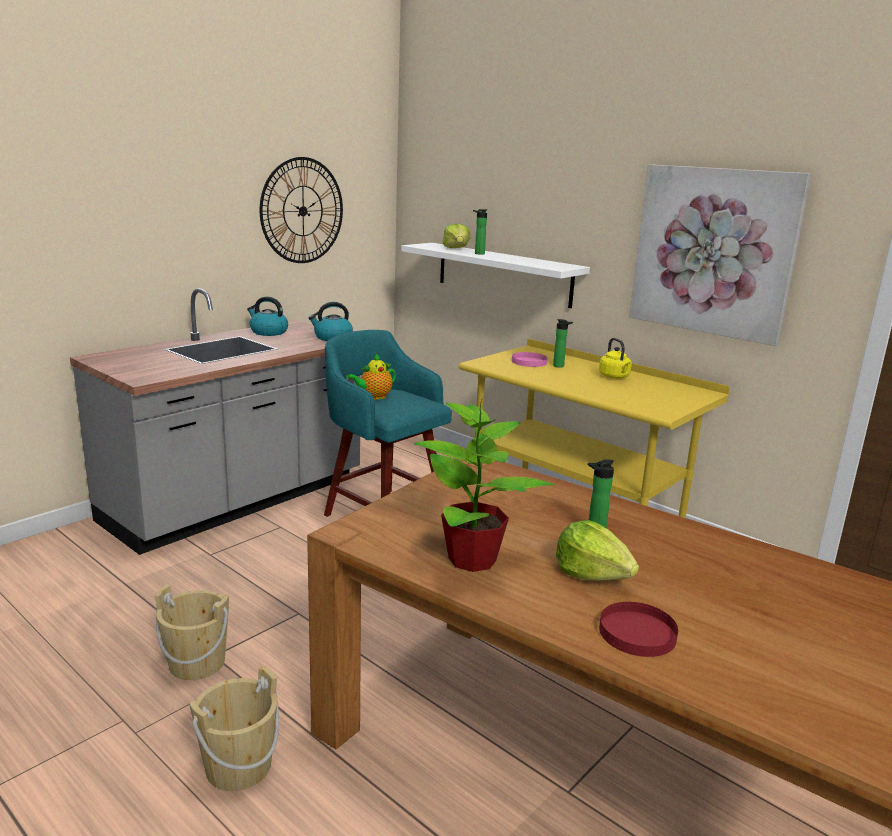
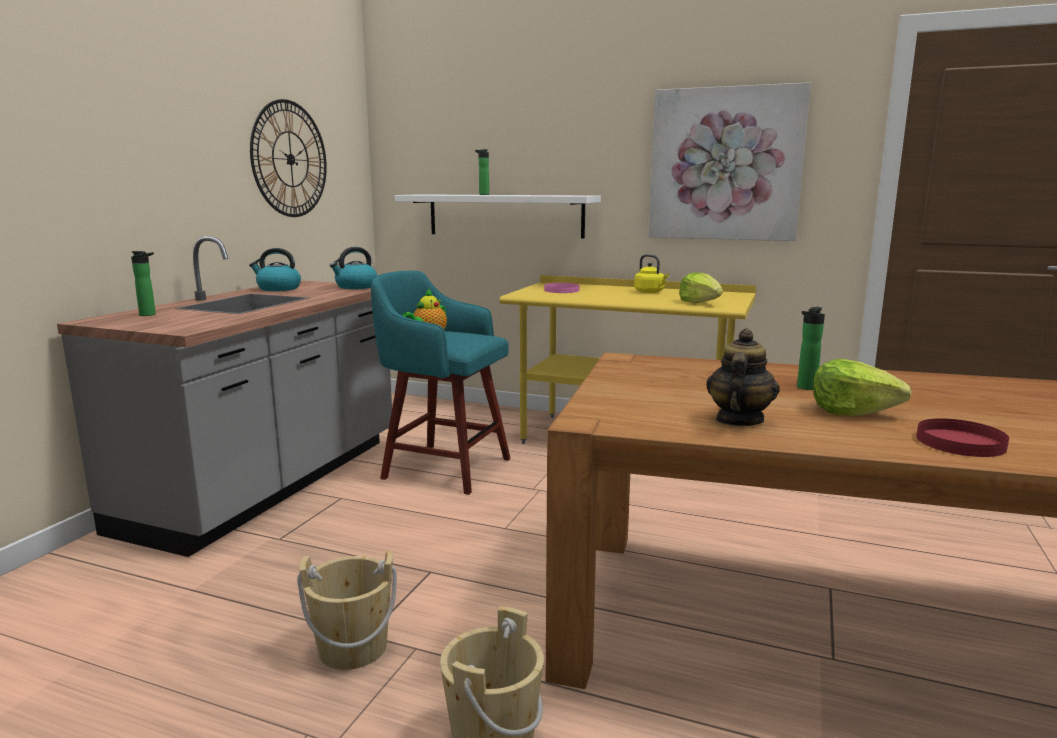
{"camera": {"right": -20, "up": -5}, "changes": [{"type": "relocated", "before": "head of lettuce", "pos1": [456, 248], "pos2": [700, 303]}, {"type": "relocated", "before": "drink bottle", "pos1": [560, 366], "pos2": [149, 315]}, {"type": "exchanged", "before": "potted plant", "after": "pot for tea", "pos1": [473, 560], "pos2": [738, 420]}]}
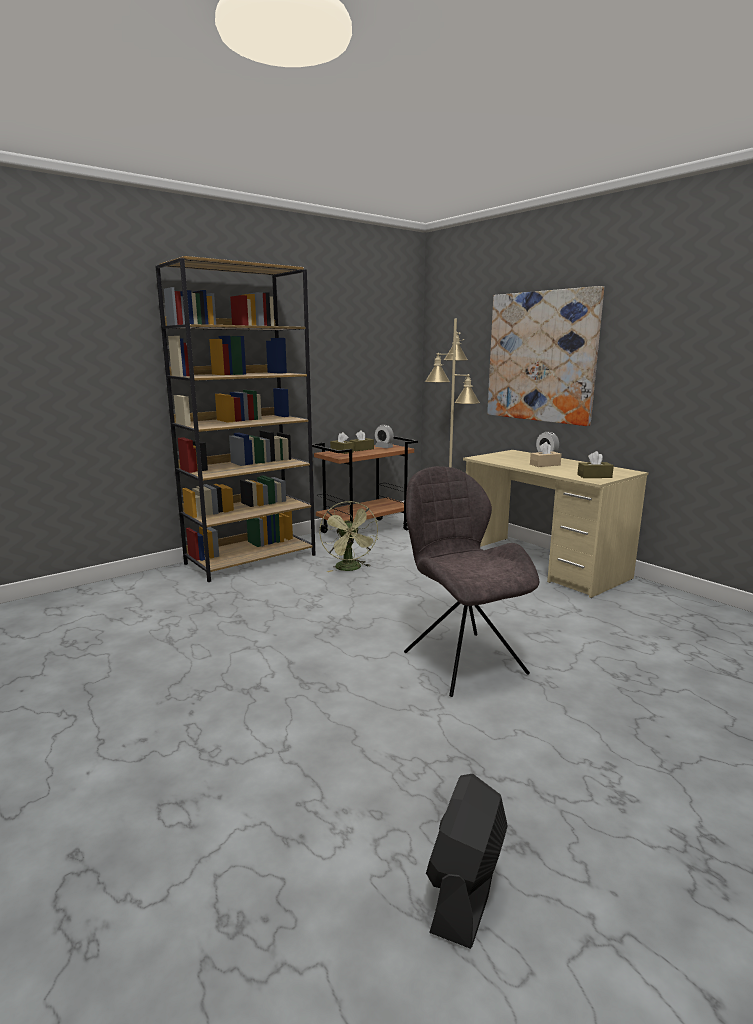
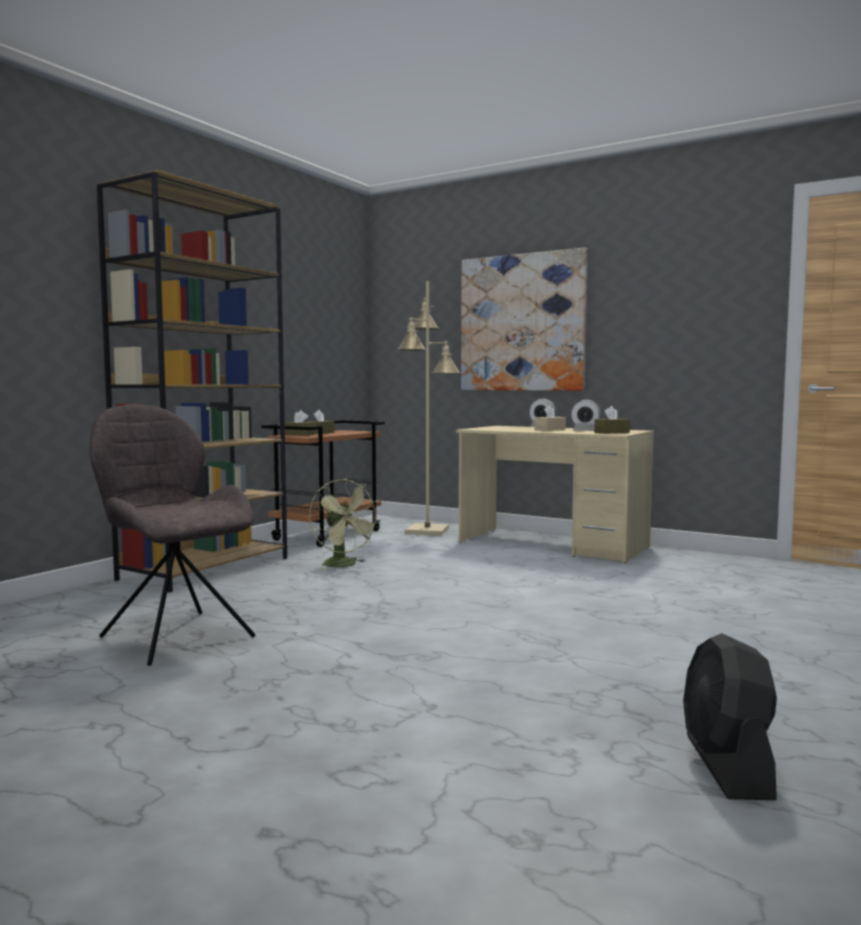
{"camera": {"right": -20, "up": -10}, "changes": [{"type": "relocated", "before": "alarm clock", "pos1": [384, 447], "pos2": [585, 431]}, {"type": "relocated", "before": "grey chair", "pos1": [462, 660], "pos2": [175, 635]}]}
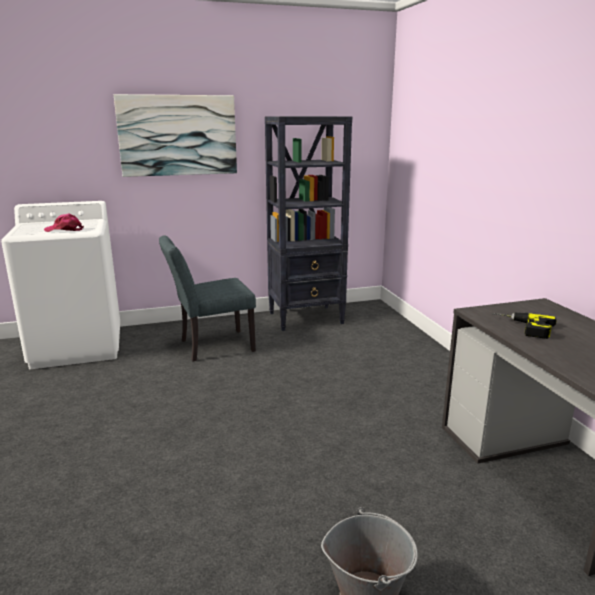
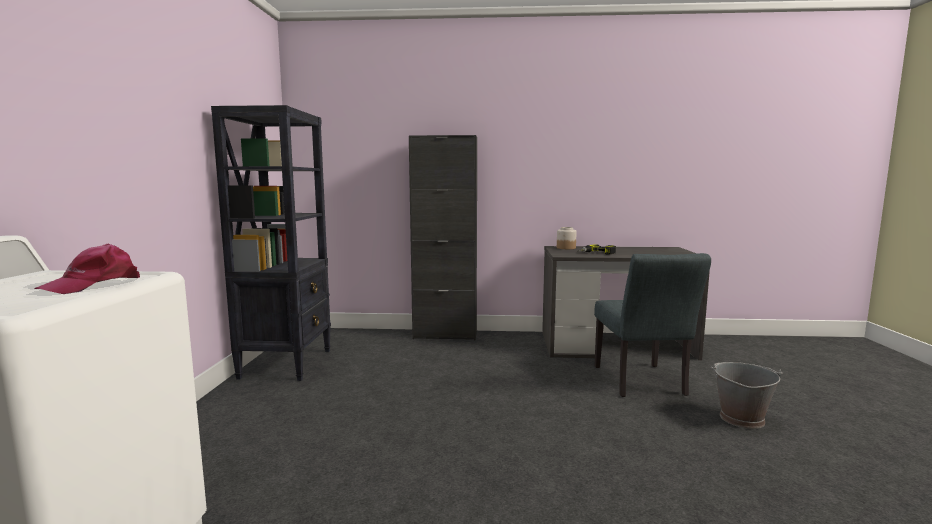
{"camera": {"right": -70, "up": -10}, "changes": [{"type": "missing", "before": "wall art", "pos1": [178, 135]}, {"type": "appeared", "after": "black-coloured cupboard", "pos2": [445, 335]}, {"type": "appeared", "after": "jar", "pos2": [565, 248]}, {"type": "relocated", "before": "grey chair", "pos1": [211, 346], "pos2": [641, 383]}]}
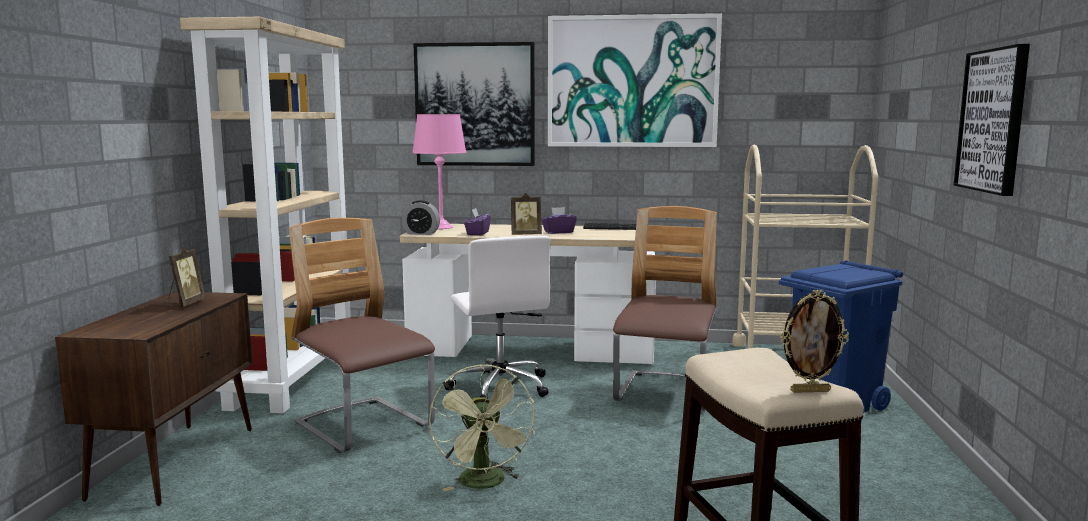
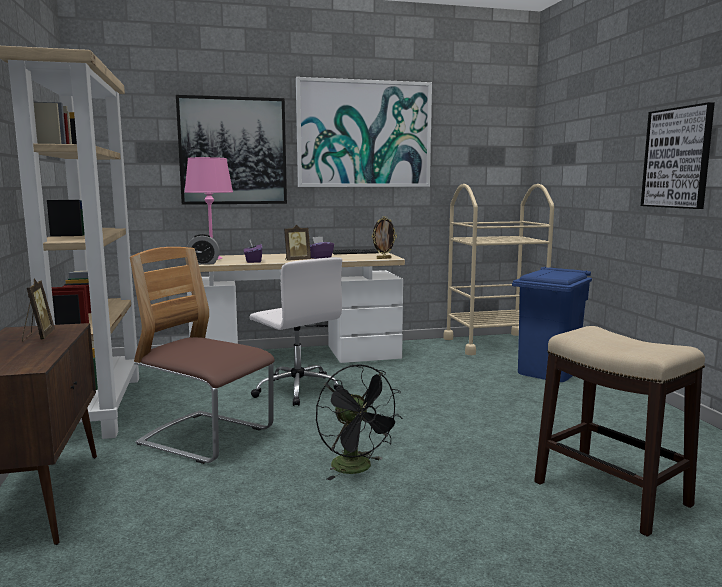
{"camera": {"right": -20, "up": 0}, "changes": [{"type": "missing", "before": "chair", "pos1": [665, 393]}, {"type": "relocated", "before": "standing frame", "pos1": [810, 391], "pos2": [383, 258]}, {"type": "colour", "before": "green-coloured fan", "after": "black-coloured fan", "pos1": [485, 484], "pos2": [357, 469]}]}
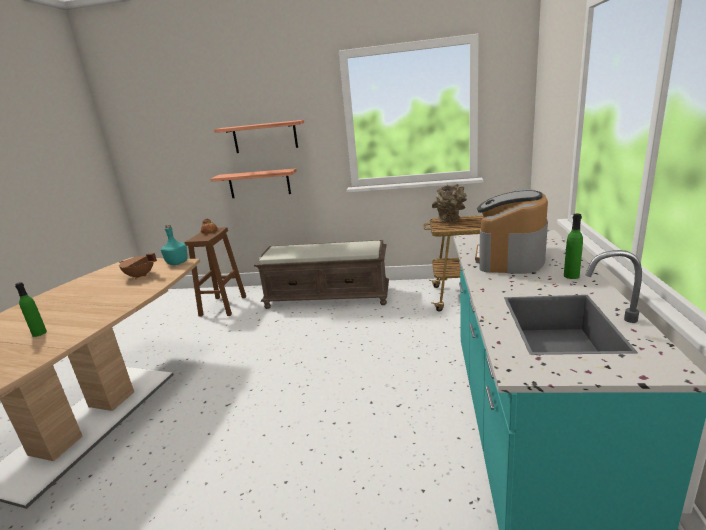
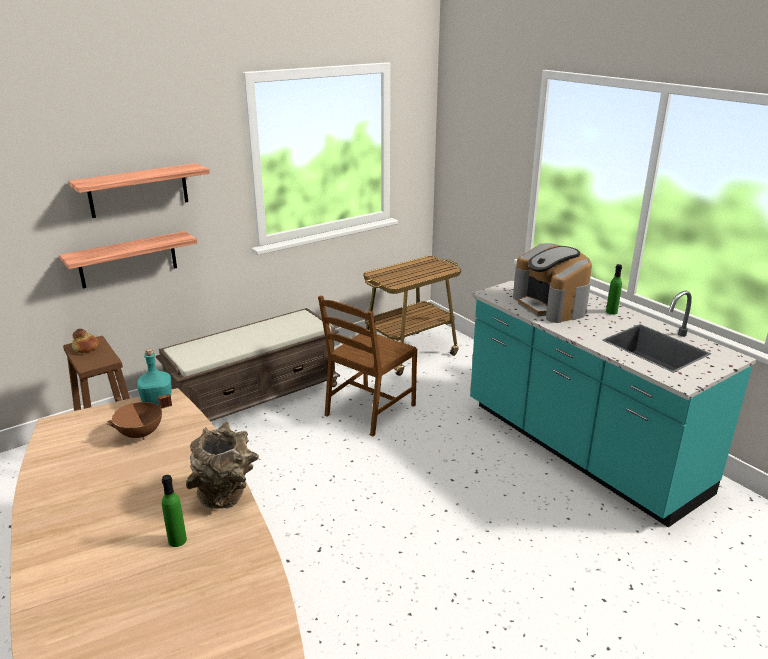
{"camera": {"right": -45, "up": 5}, "changes": [{"type": "appeared", "after": "brownish chair", "pos2": [369, 410]}, {"type": "relocated", "before": "brownish decorative vase", "pos1": [450, 220], "pos2": [226, 497]}]}
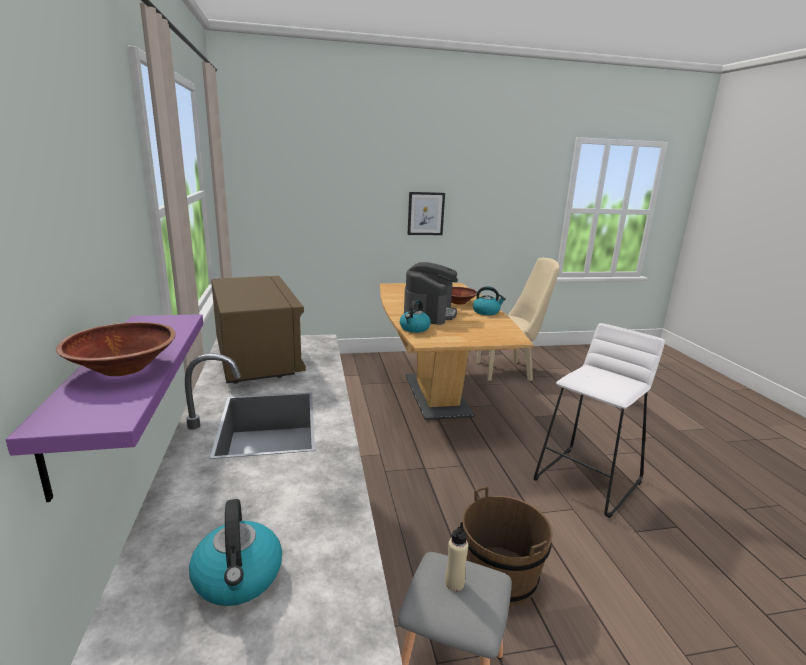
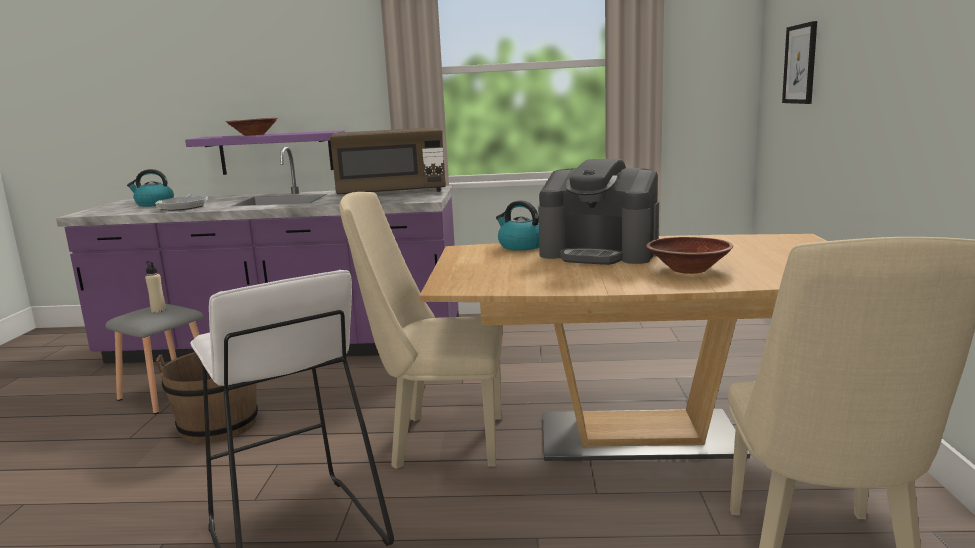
{"camera": {"right": 105, "up": -5}, "changes": [{"type": "missing", "before": "kettle", "pos1": [486, 312]}, {"type": "appeared", "after": "skillet", "pos2": [183, 206]}, {"type": "appeared", "after": "beige-coloured chair", "pos2": [438, 440]}, {"type": "relocated", "before": "wall art", "pos1": [425, 213], "pos2": [800, 64]}]}
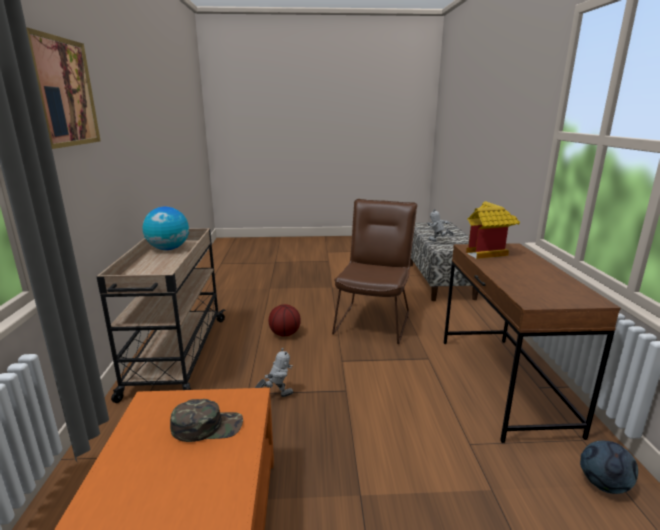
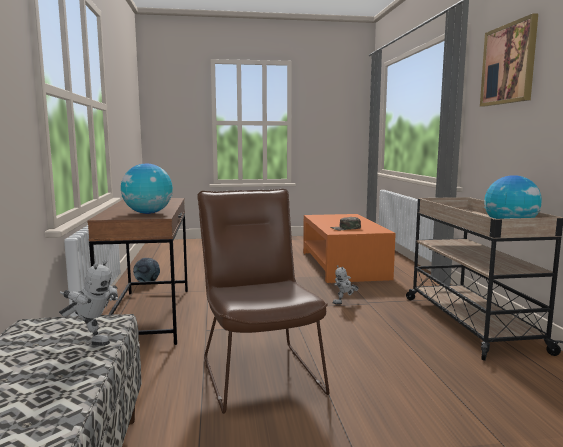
{"camera": {"right": 175, "up": -10}, "changes": [{"type": "missing", "before": "basketball ball", "pos1": [285, 334]}, {"type": "exchanged", "before": "model house", "after": "world globe", "pos1": [487, 253], "pos2": [148, 213]}, {"type": "spun", "before": "brownish chair", "pos1": [374, 320], "pos2": [259, 371], "turn": 150}]}
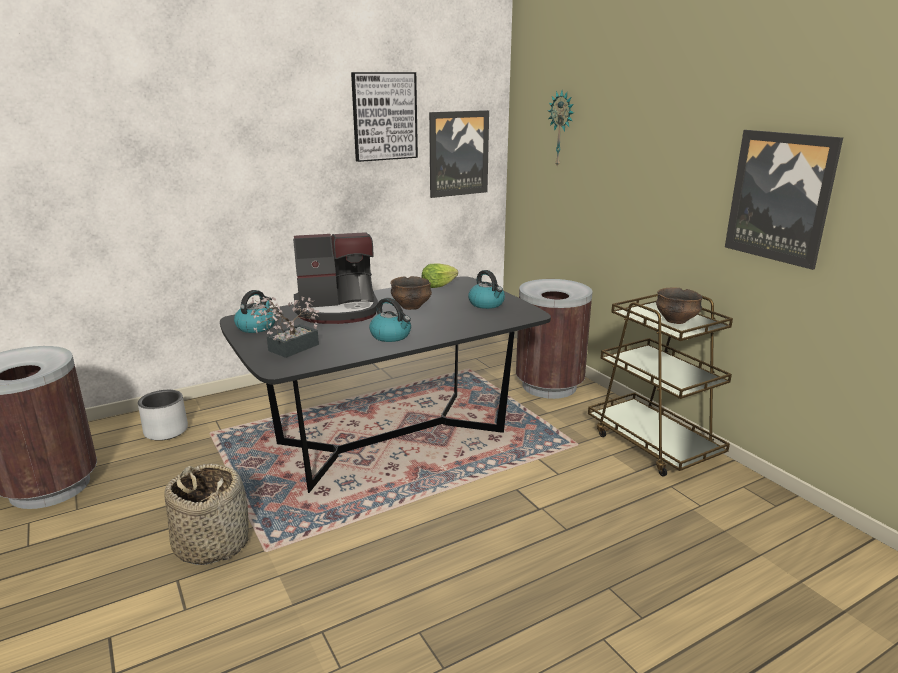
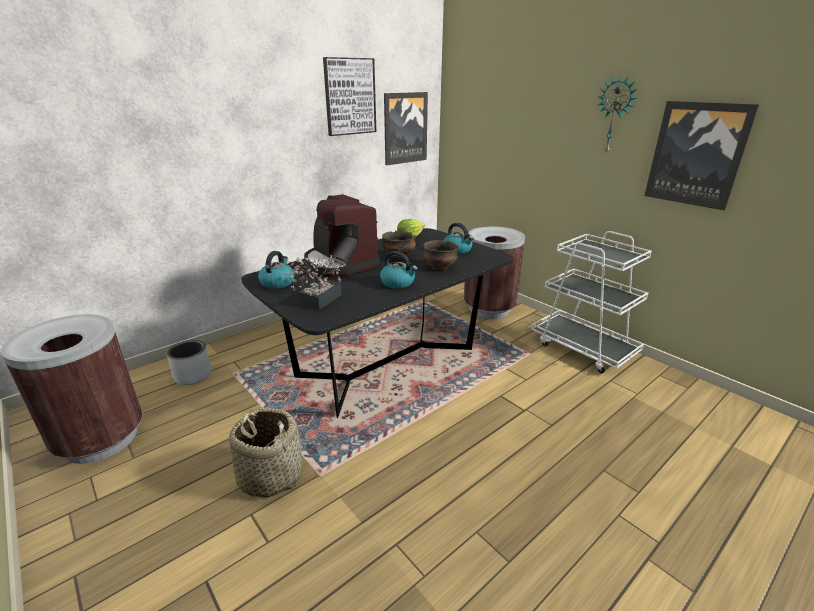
{"camera": {"right": -10, "up": 5}, "changes": [{"type": "relocated", "before": "wall clock", "pos1": [562, 129], "pos2": [614, 115]}, {"type": "relocated", "before": "deep dish", "pos1": [676, 320], "pos2": [439, 267]}, {"type": "colour", "before": "brownish wheeled cart", "after": "white-coloured wheeled cart", "pos1": [653, 444], "pos2": [583, 348]}, {"type": "spun", "before": "coffee machine", "pos1": [337, 310], "pos2": [340, 263], "turn": 75}]}
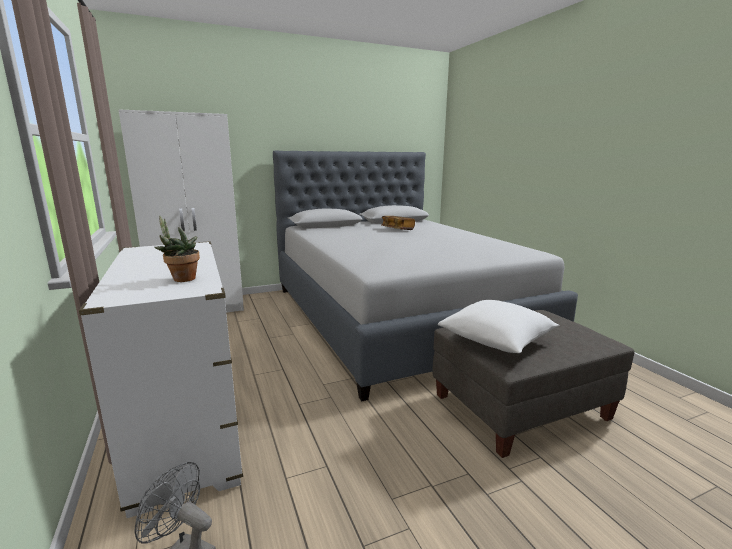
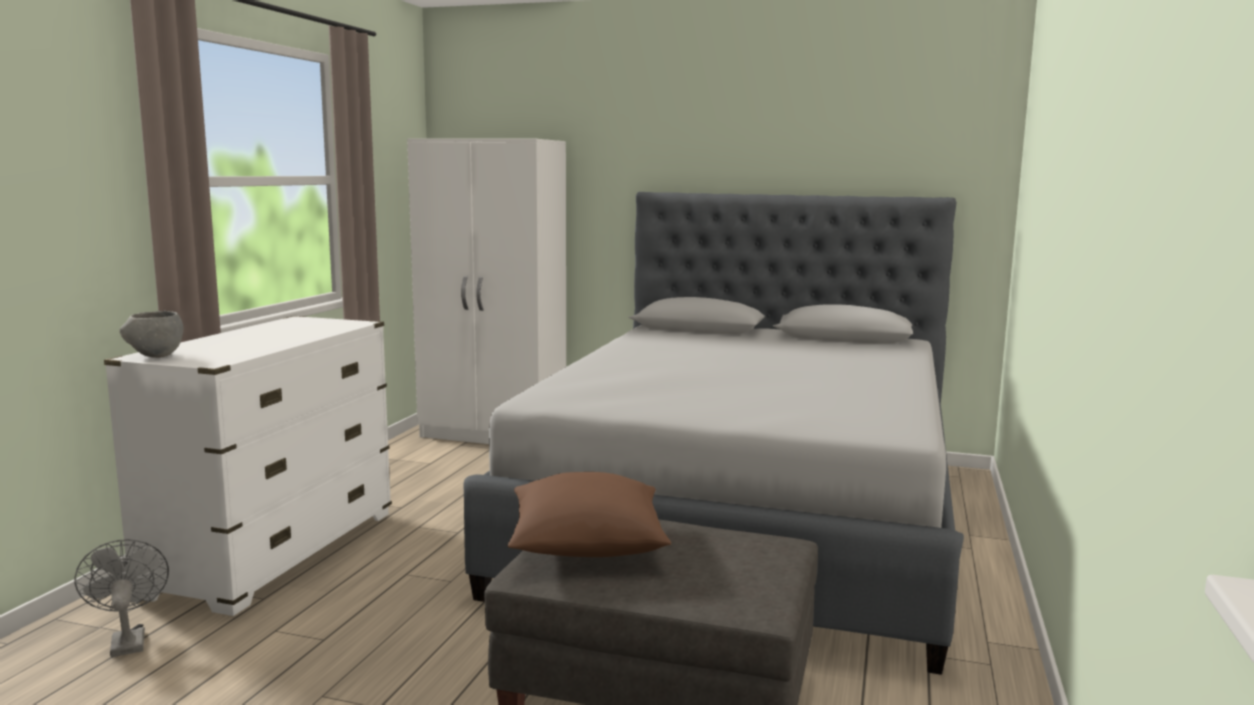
{"camera": {"right": 40, "up": -5}, "changes": [{"type": "missing", "before": "potted plant", "pos1": [181, 279]}, {"type": "missing", "before": "bound book", "pos1": [397, 229]}, {"type": "appeared", "after": "grey deep dish", "pos2": [156, 356]}, {"type": "colour", "before": "white-coloured cushion", "after": "brownish cushion", "pos1": [497, 342], "pos2": [586, 546]}]}
